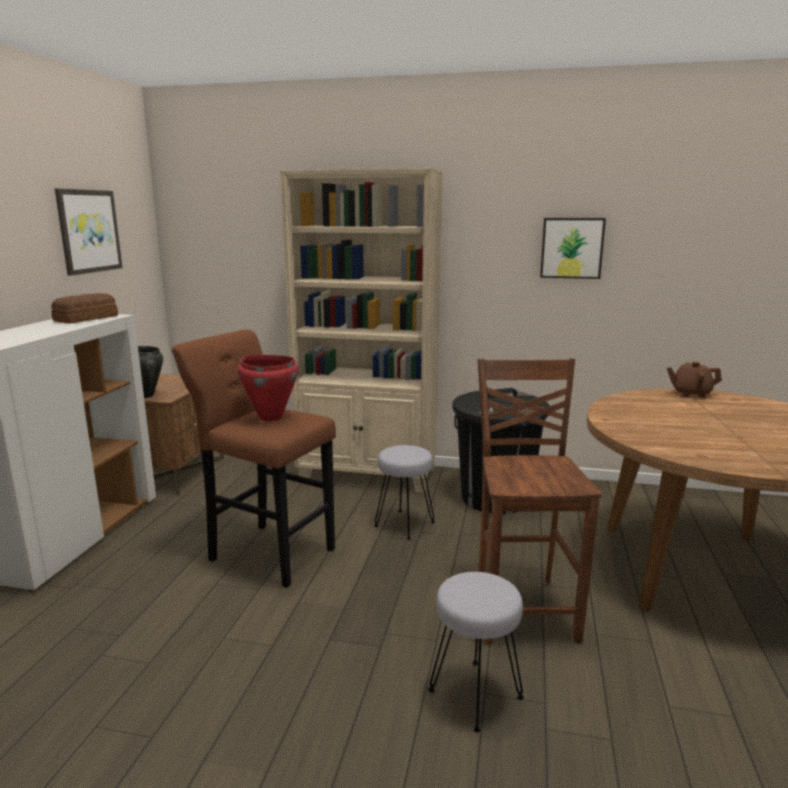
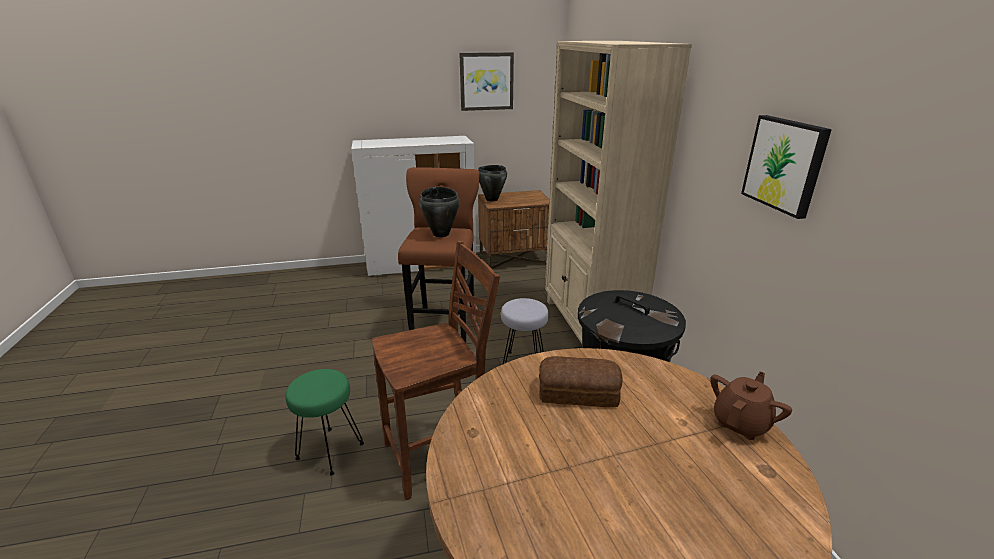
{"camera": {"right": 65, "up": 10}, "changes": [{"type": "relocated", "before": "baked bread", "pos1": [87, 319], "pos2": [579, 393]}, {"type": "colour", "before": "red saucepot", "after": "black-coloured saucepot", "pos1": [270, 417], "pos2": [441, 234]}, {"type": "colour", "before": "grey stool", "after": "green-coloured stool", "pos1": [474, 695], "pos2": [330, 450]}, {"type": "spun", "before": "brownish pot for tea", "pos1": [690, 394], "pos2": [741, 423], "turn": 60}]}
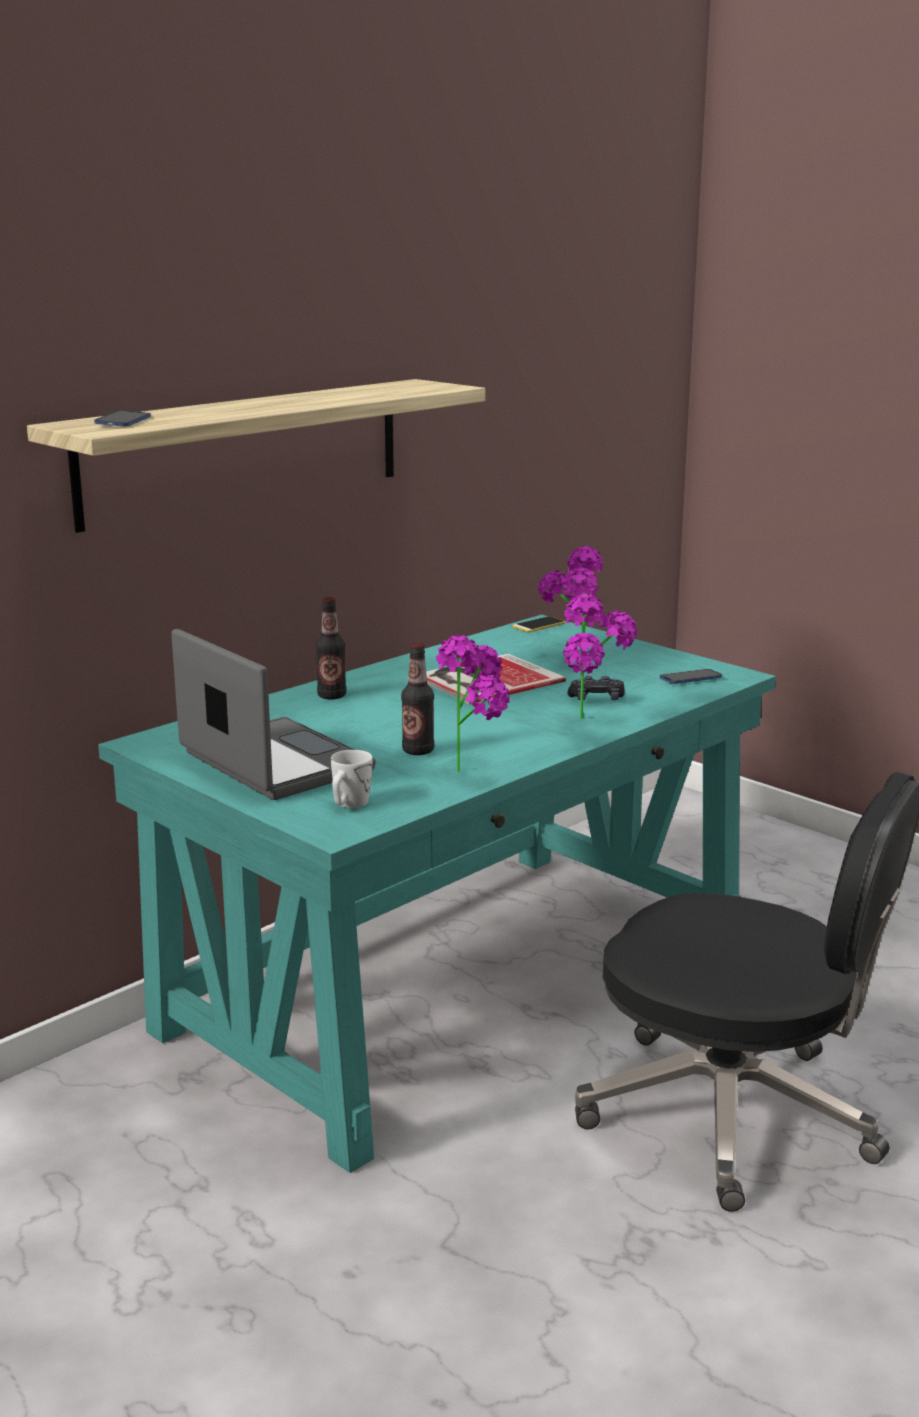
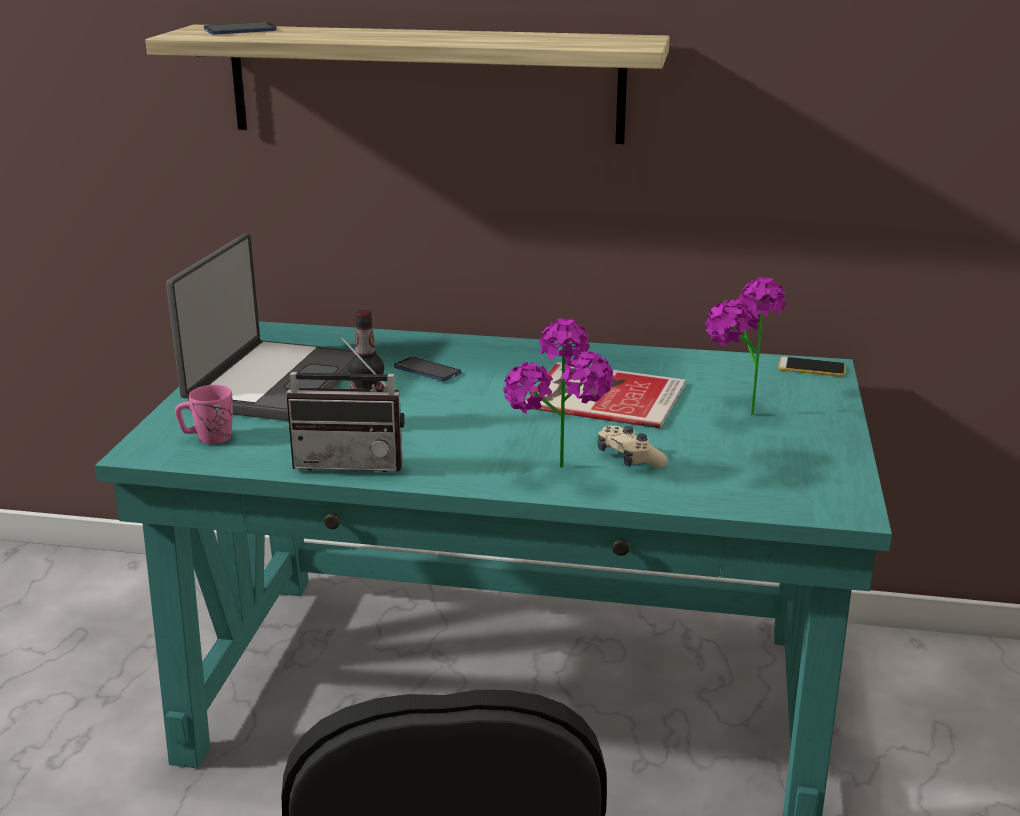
{"camera": {"right": 55, "up": 5}, "changes": [{"type": "missing", "before": "drink bottle", "pos1": [332, 696]}, {"type": "relocated", "before": "telephone", "pos1": [690, 678], "pos2": [427, 371]}, {"type": "exchanged", "before": "potted plant", "after": "radio", "pos1": [476, 769], "pos2": [351, 461]}, {"type": "colour", "before": "white-coloured mug", "after": "pinkish mug", "pos1": [349, 805], "pos2": [207, 438]}, {"type": "colour", "before": "black-coloured gamepad", "after": "beige-coloured gamepad", "pos1": [596, 699], "pos2": [629, 458]}]}
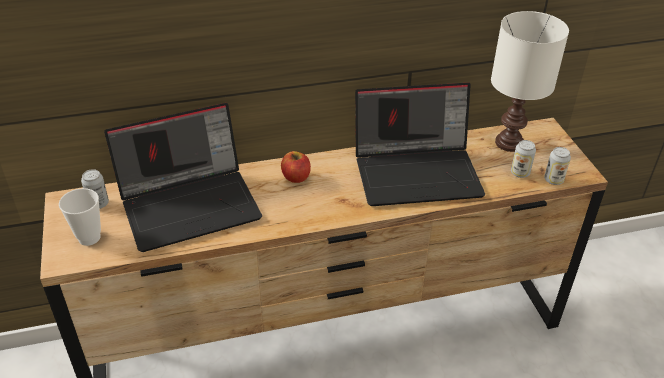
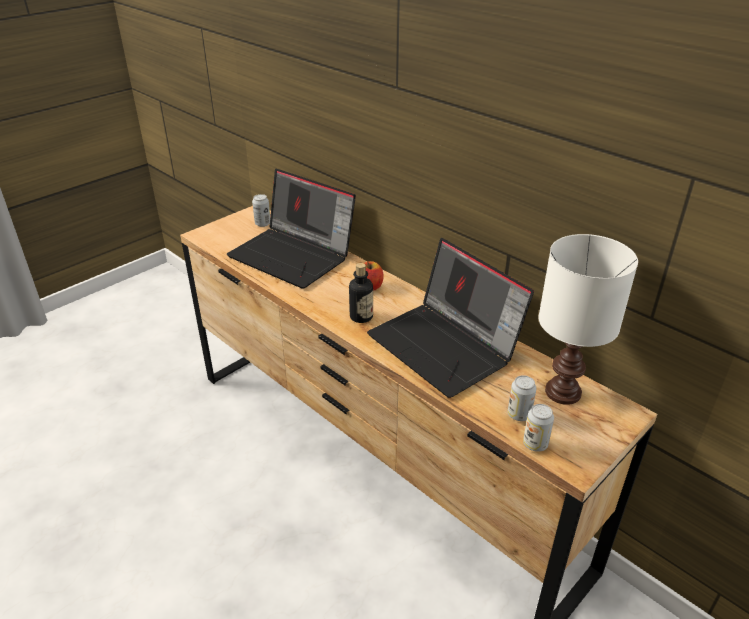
{"camera": {"right": 60, "up": -5}, "changes": [{"type": "missing", "before": "drinking cup", "pos1": [89, 238]}, {"type": "appeared", "after": "drink bottle", "pos2": [361, 317]}]}
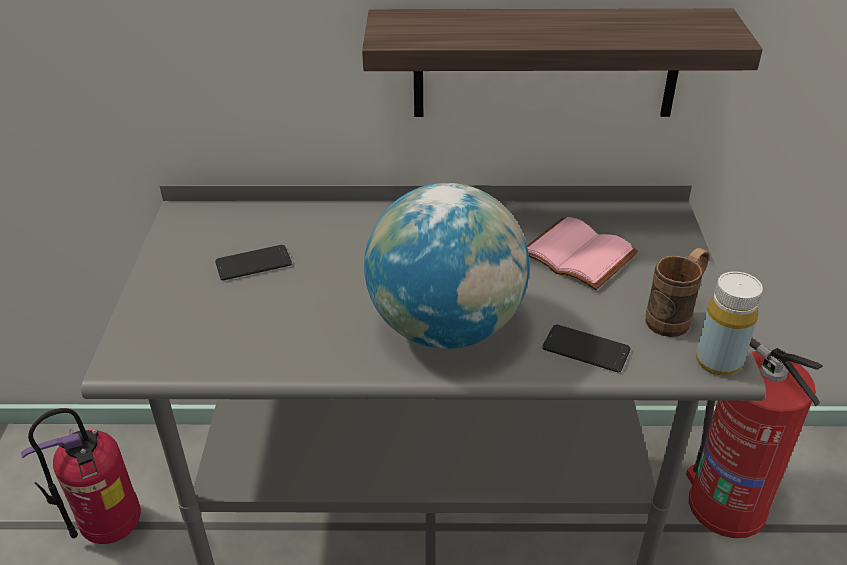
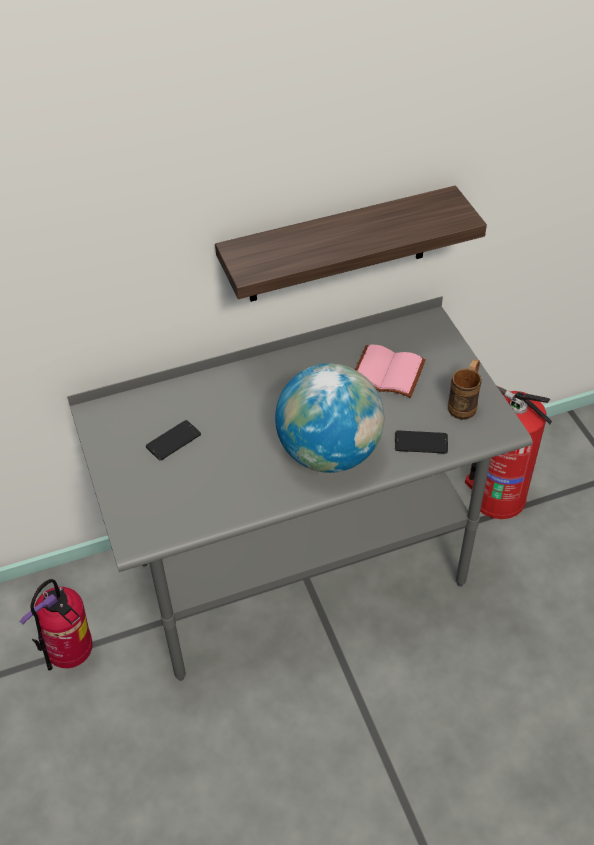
{"camera": {"right": -20, "up": 10}, "changes": [{"type": "missing", "before": "yellowish drink bottle", "pos1": [718, 361]}]}
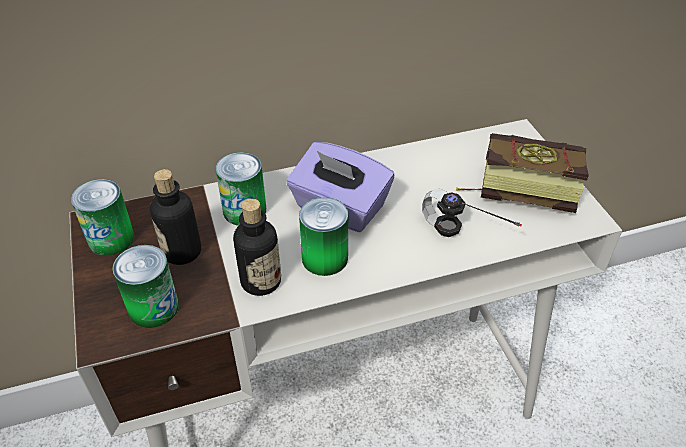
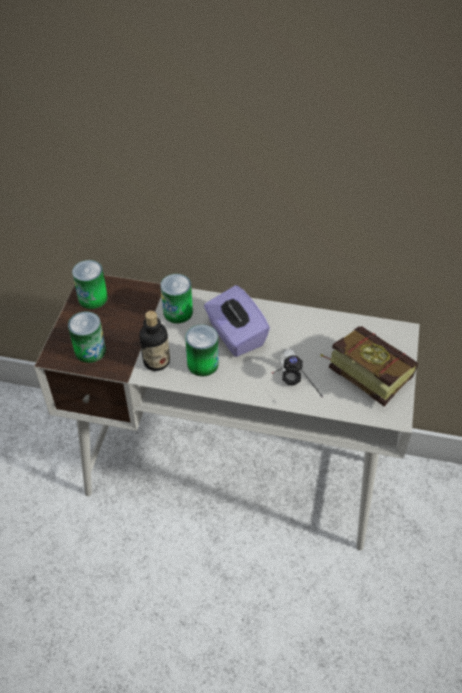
{"camera": {"right": 30, "up": 5}, "changes": [{"type": "missing", "before": "drink bottle", "pos1": [182, 252]}]}
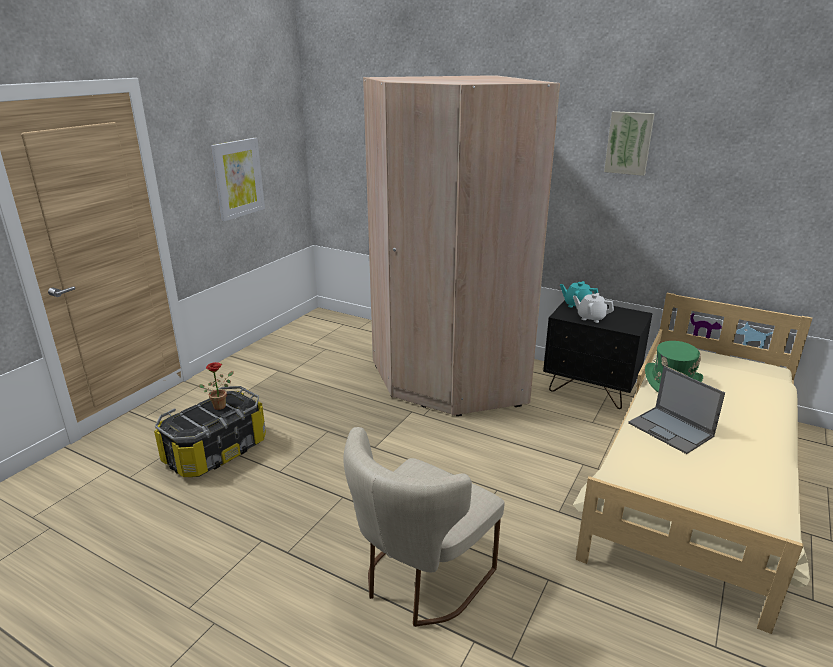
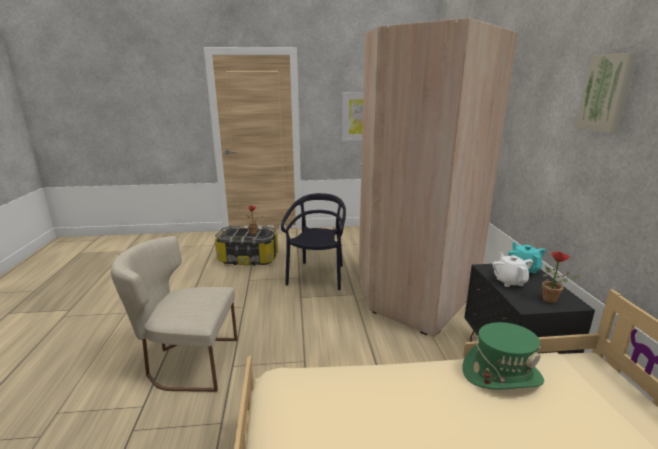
{"camera": {"right": 55, "up": -5}, "changes": [{"type": "missing", "before": "laptop", "pos1": [671, 430]}, {"type": "appeared", "after": "black-coloured chair", "pos2": [317, 276]}, {"type": "appeared", "after": "potted plant", "pos2": [552, 300]}]}
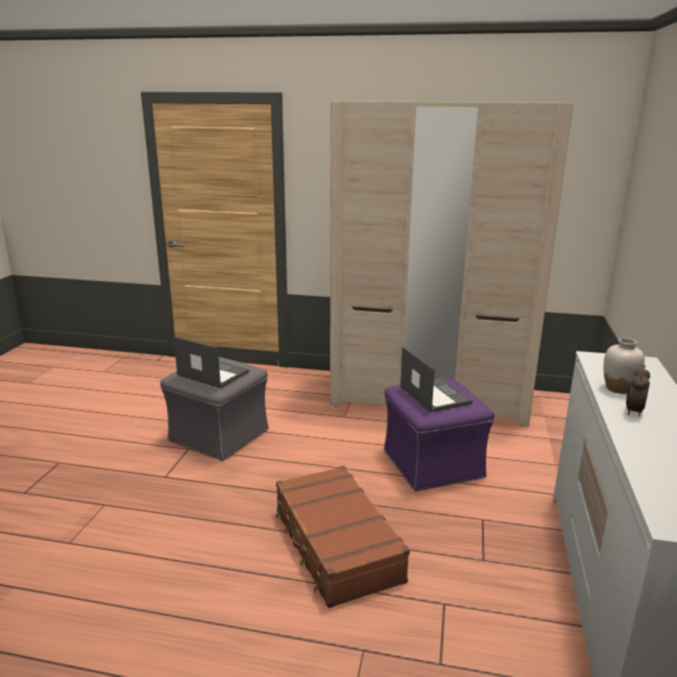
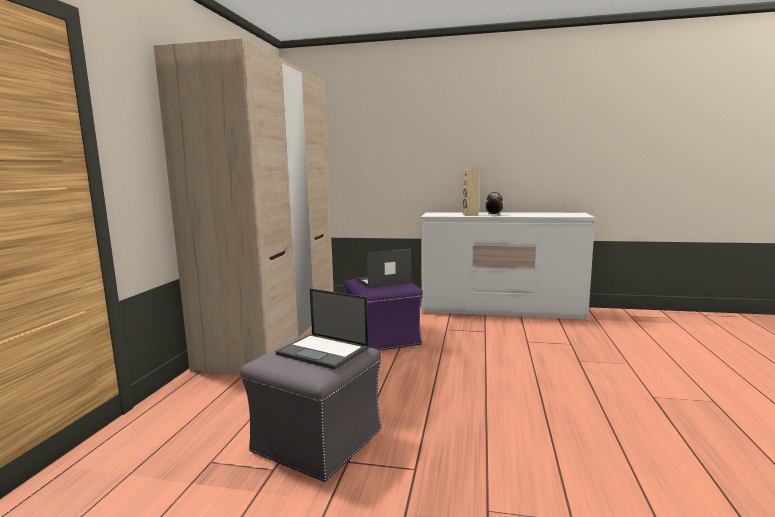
{"camera": {"right": -90, "up": -10}, "changes": [{"type": "missing", "before": "brownish piece of luggage", "pos1": [336, 545]}, {"type": "exchanged", "before": "white-coloured decorative vase", "after": "beige-coloured audio speaker", "pos1": [618, 389], "pos2": [470, 215]}, {"type": "spun", "before": "laptop", "pos1": [212, 373], "pos2": [324, 351], "turn": -90}]}
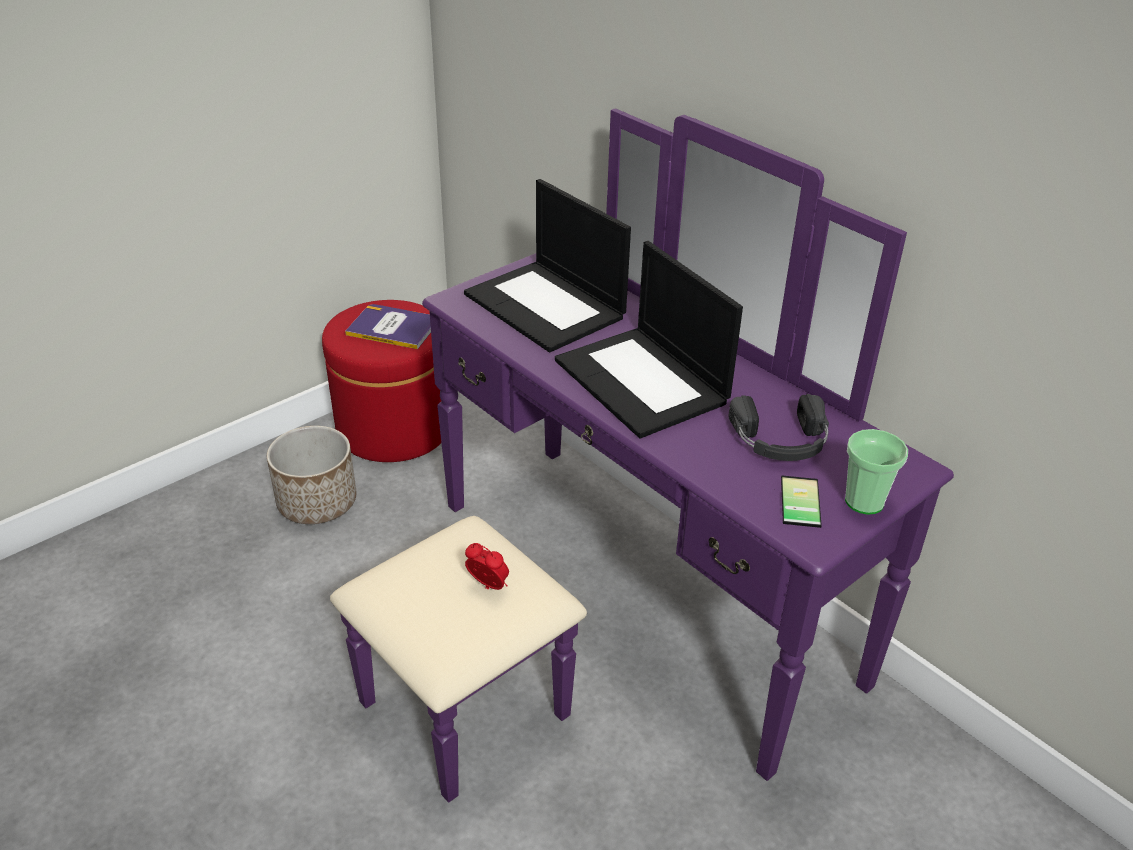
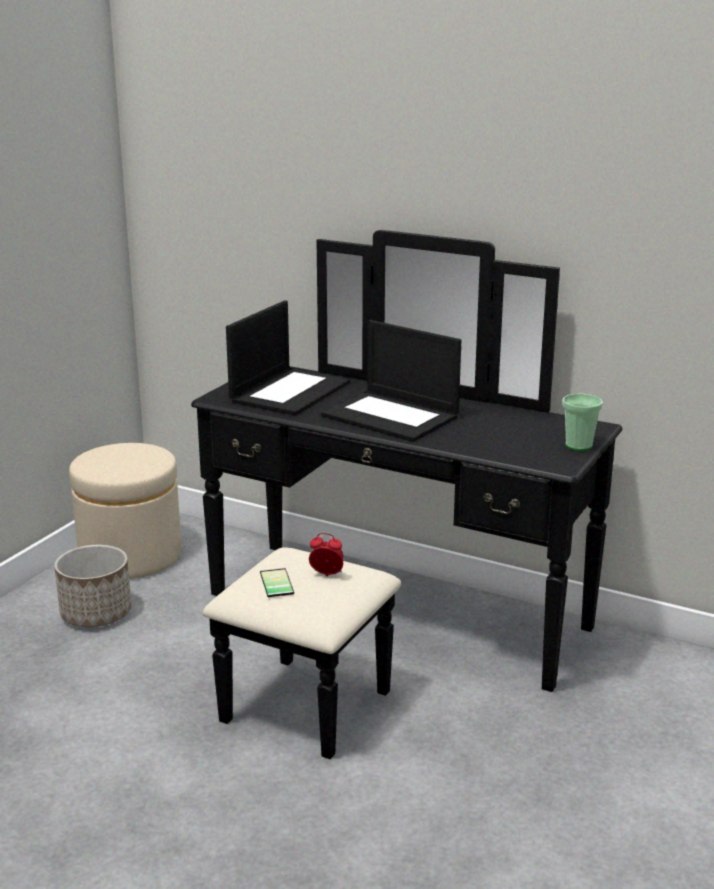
{"camera": {"right": -20, "up": -15}, "changes": [{"type": "missing", "before": "bound book", "pos1": [393, 327]}, {"type": "missing", "before": "black-coloured headphones", "pos1": [781, 440]}, {"type": "relocated", "before": "telephone", "pos1": [796, 501], "pos2": [273, 583]}, {"type": "colour", "before": "red footrest", "after": "beige-coloured footrest", "pos1": [394, 428], "pos2": [130, 556]}, {"type": "colour", "before": "purple-coloured chest of drawers", "after": "black-coloured chest of drawers", "pos1": [606, 615], "pos2": [380, 631]}, {"type": "spun", "before": "laptop", "pos1": [547, 306], "pos2": [290, 391], "turn": -90}]}
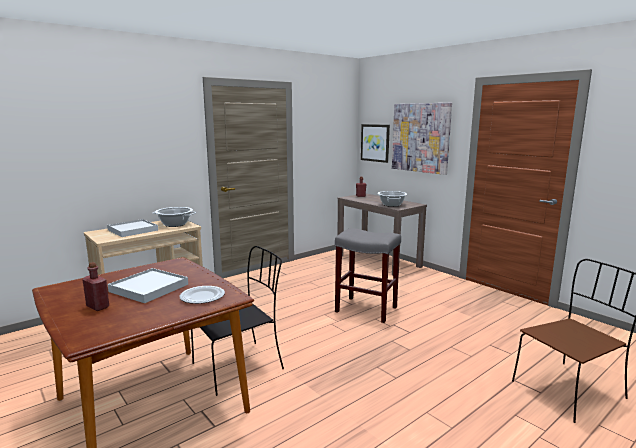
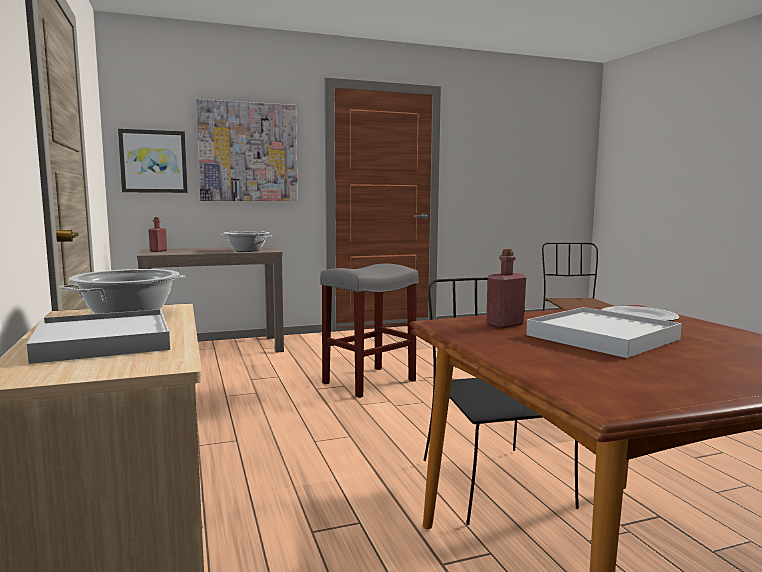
{"camera": {"right": -70, "up": -5}, "changes": [{"type": "relocated", "before": "red drink bottle", "pos1": [98, 307], "pos2": [504, 325]}]}
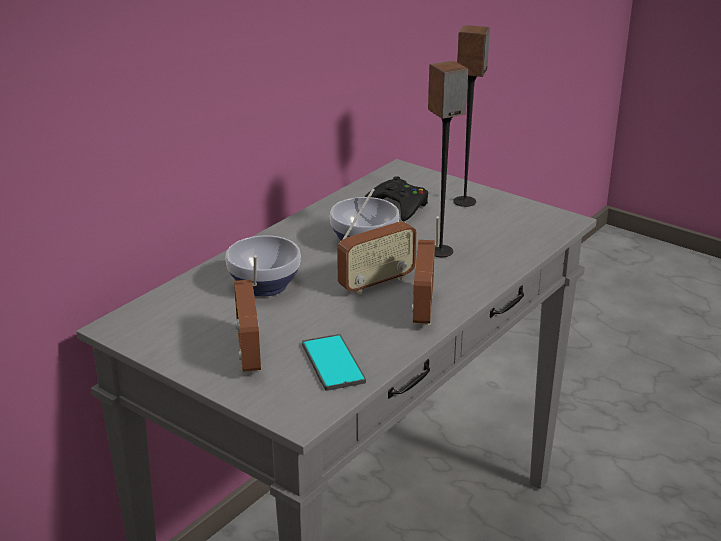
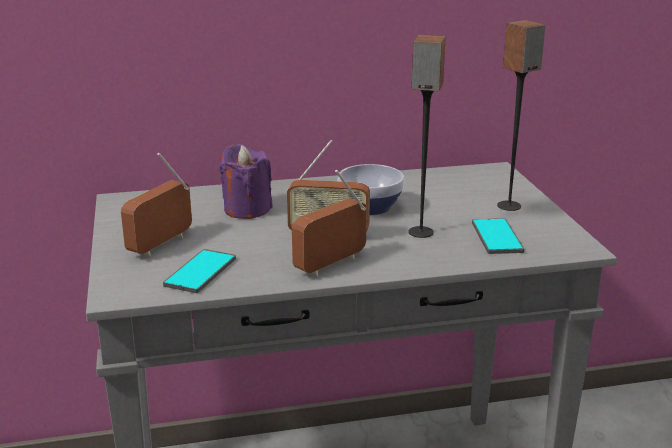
{"camera": {"right": 40, "up": -5}, "changes": [{"type": "missing", "before": "black-coloured gamepad", "pos1": [398, 206]}, {"type": "appeared", "after": "telephone", "pos2": [497, 237]}, {"type": "exchanged", "before": "deep dish", "after": "purple-coloured wax light", "pos1": [263, 287], "pos2": [247, 209]}]}
